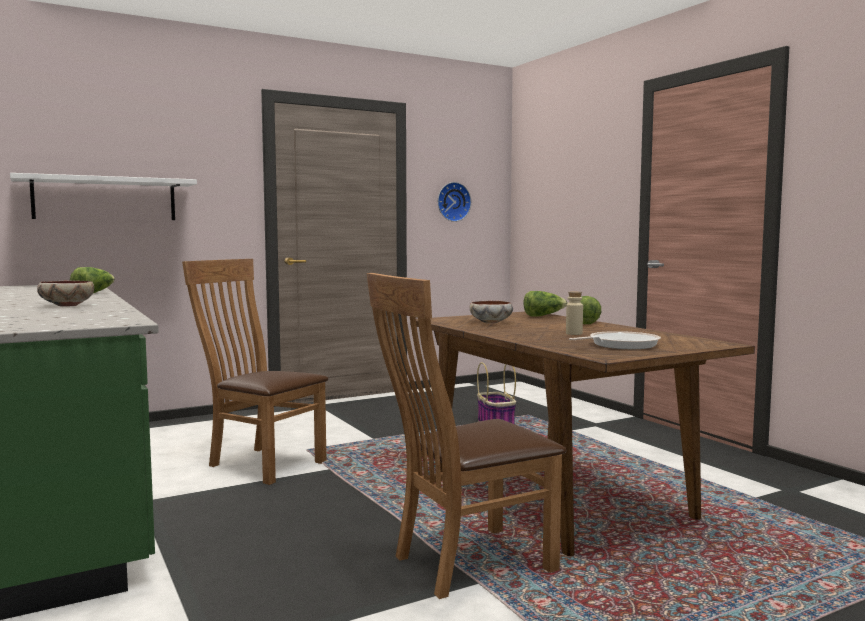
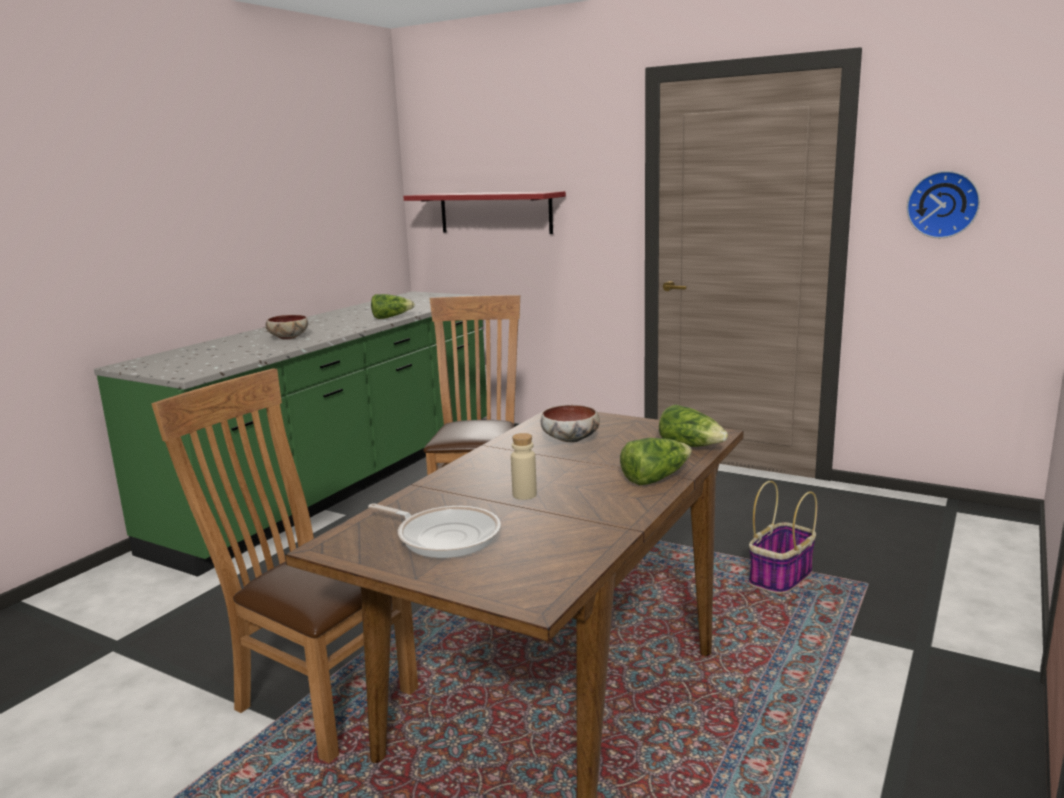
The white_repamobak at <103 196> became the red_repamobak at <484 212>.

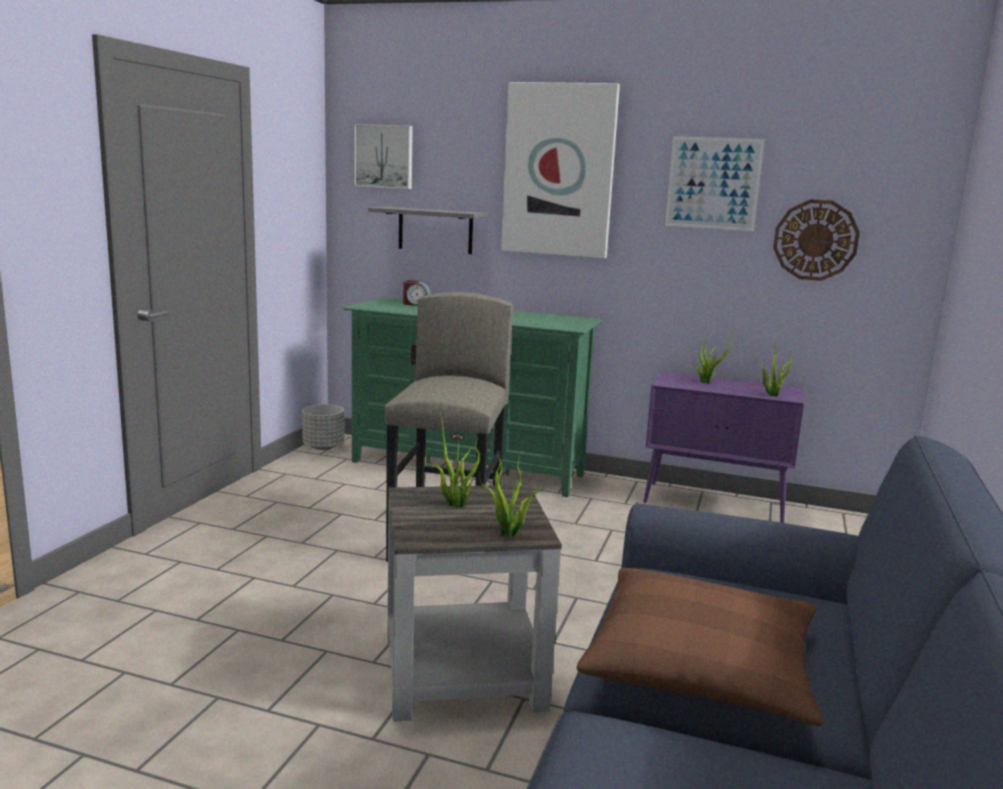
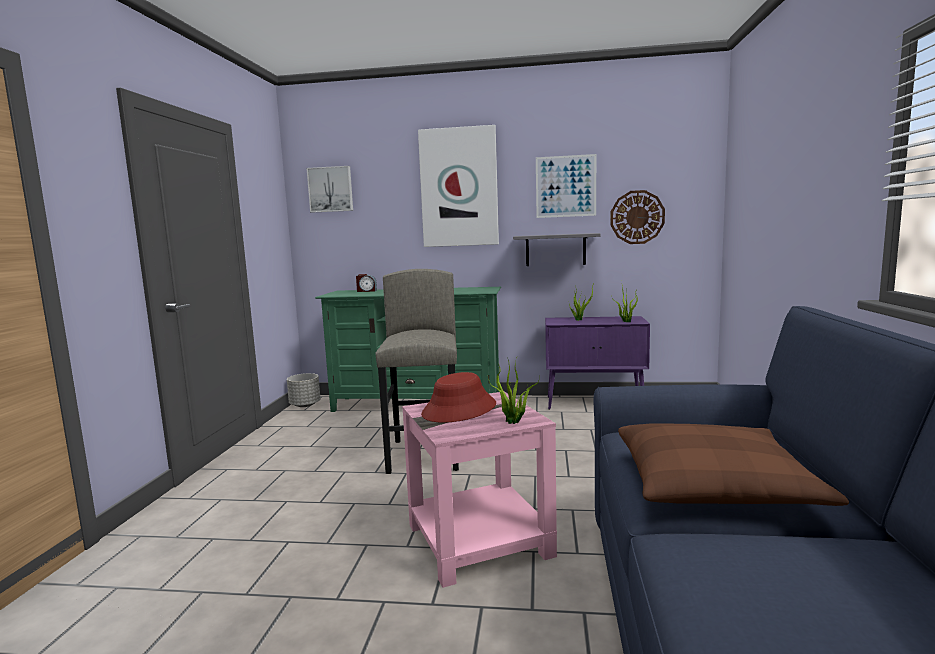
The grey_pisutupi at <474 603> became the pink_pisutupi at <479 490>.
The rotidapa at <453 459> was replaced by the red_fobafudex at <458 397>.
The grey_repamobak moved from <428 230> to <557 249>.

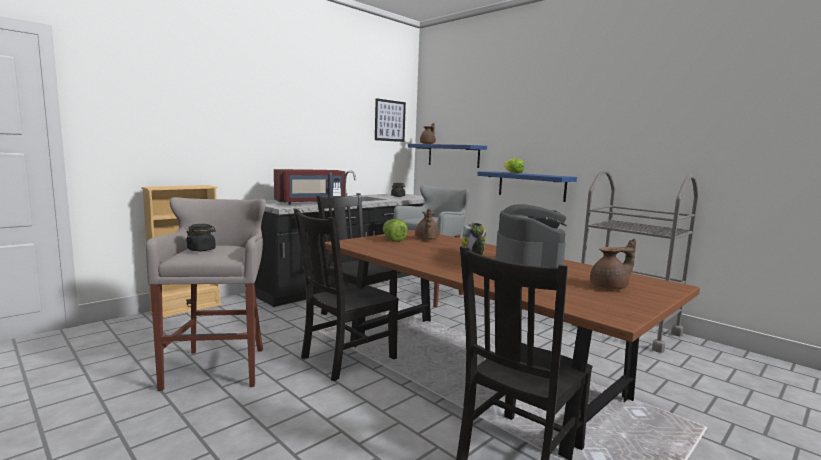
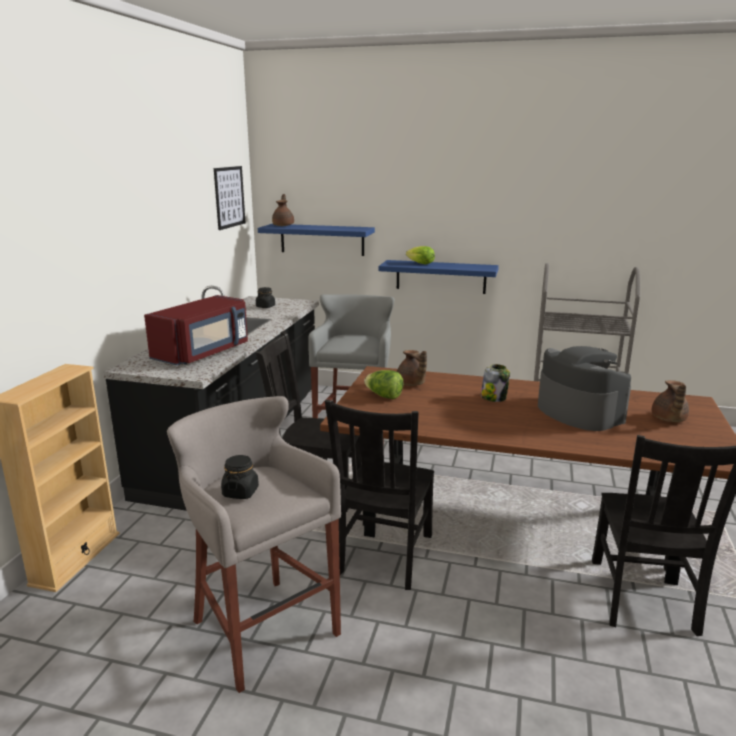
The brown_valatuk at <613 264> turned 150 degrees clockwise.

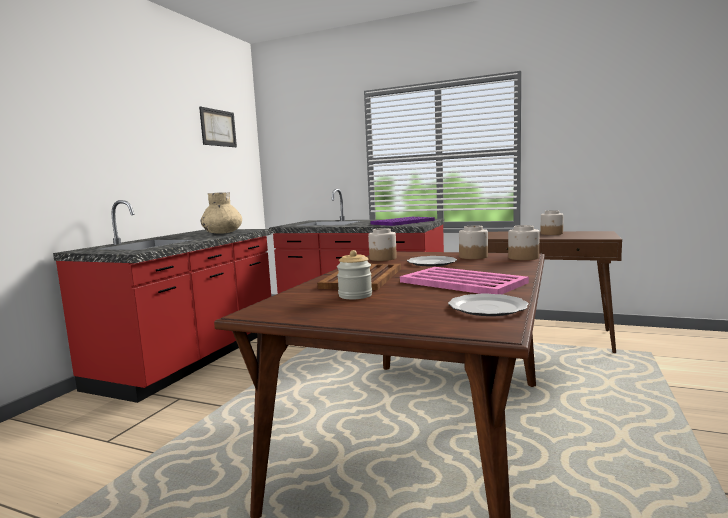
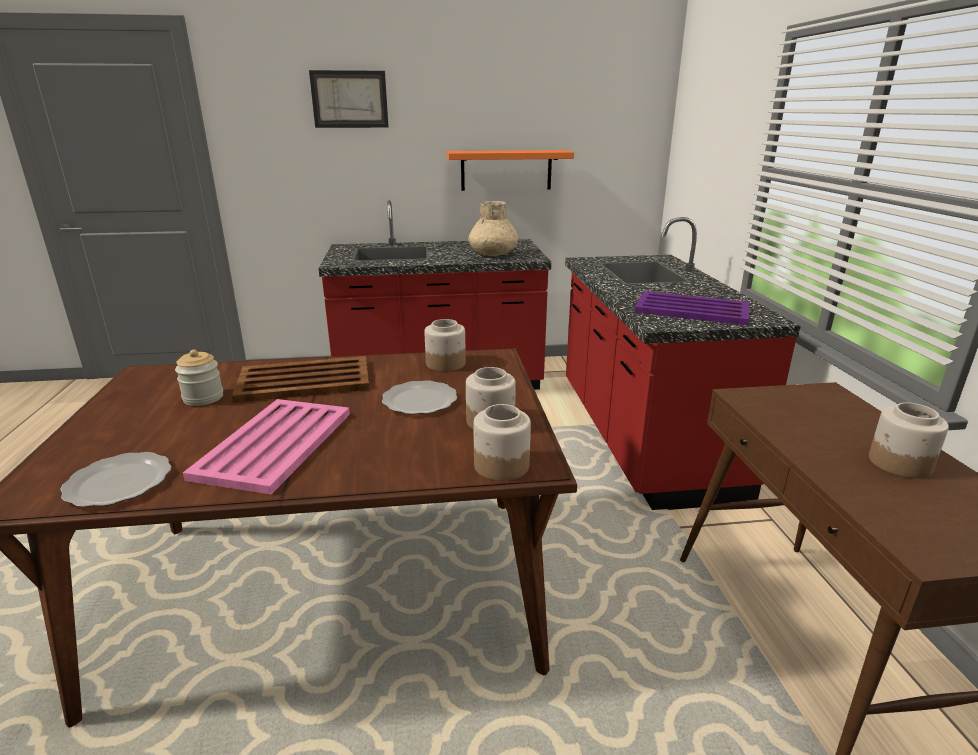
The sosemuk moved from <218 127> to <348 99>.
The orange_repamobak at <510 170> appeared.

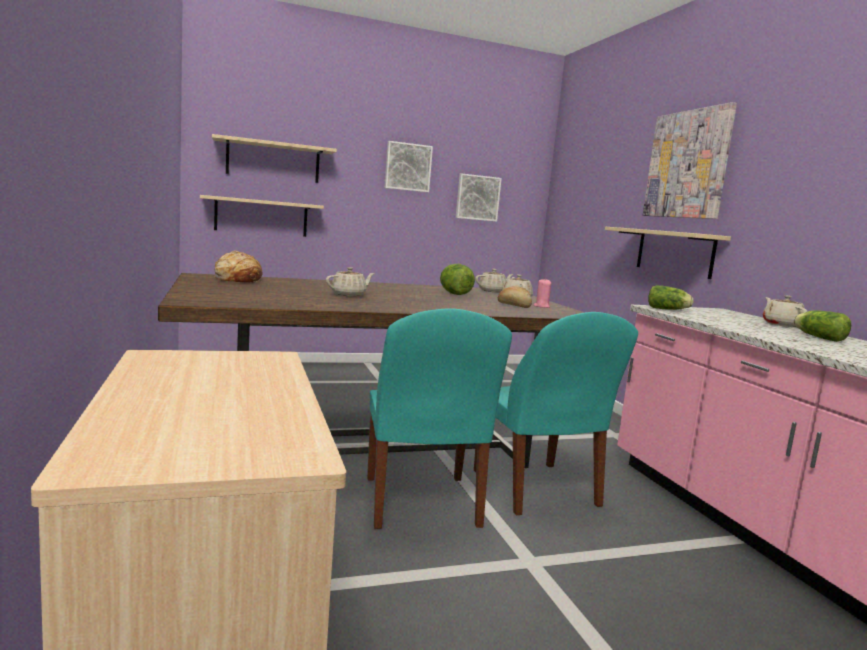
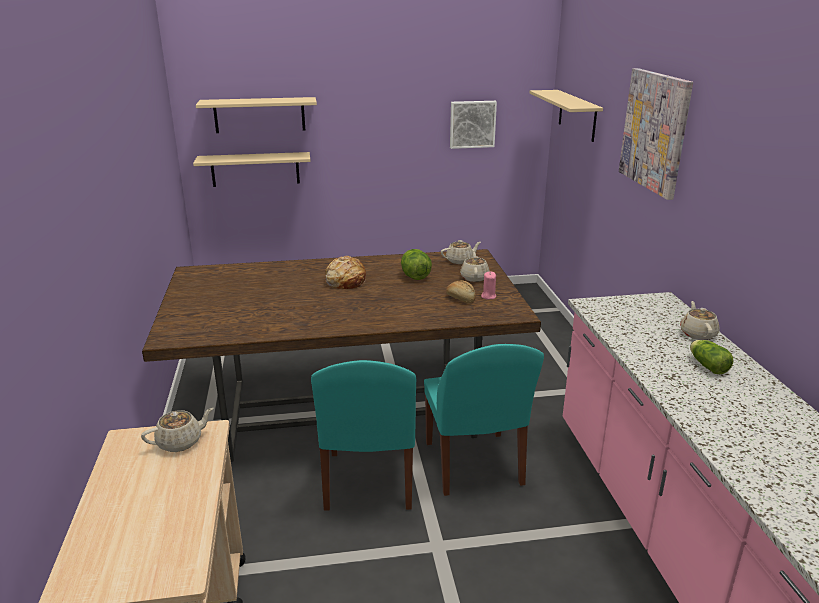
The beige_valatuk moved from <350 281> to <177 430>.
The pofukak moved from <238 267> to <345 272>.
The beige_repamobak moved from <668 253> to <566 116>.
The sosemuk at <409 166> disappeared.
The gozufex at <671 297> disappeared.

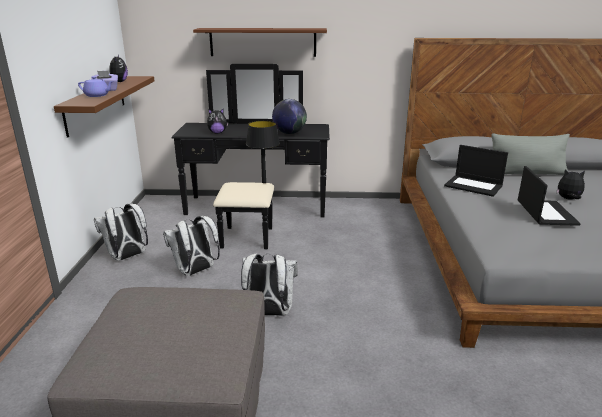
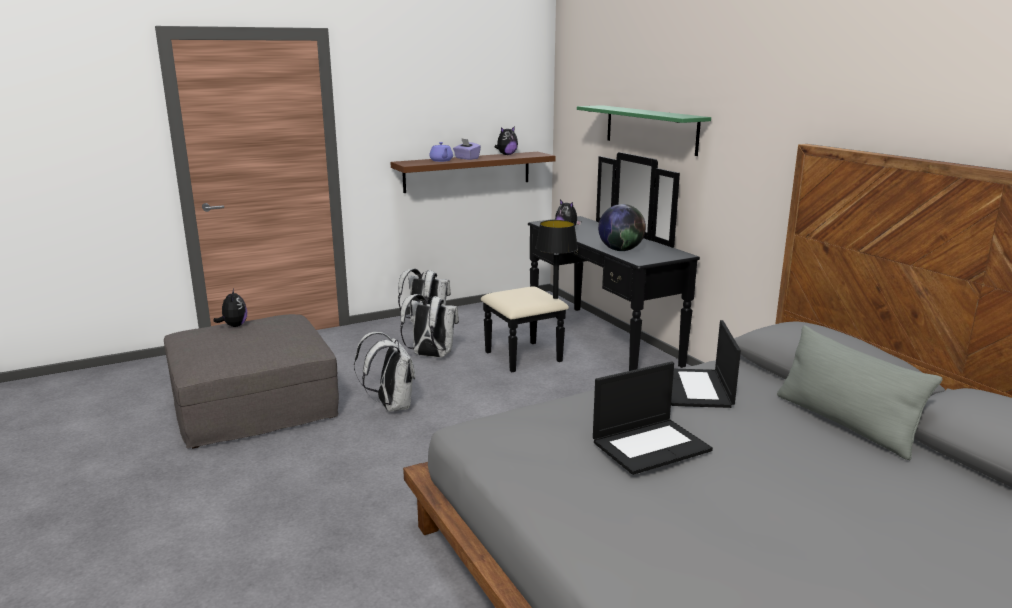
The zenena moved from <571 184> to <230 308>.
The brown_repamobak at <260 42> became the green_repamobak at <644 130>.

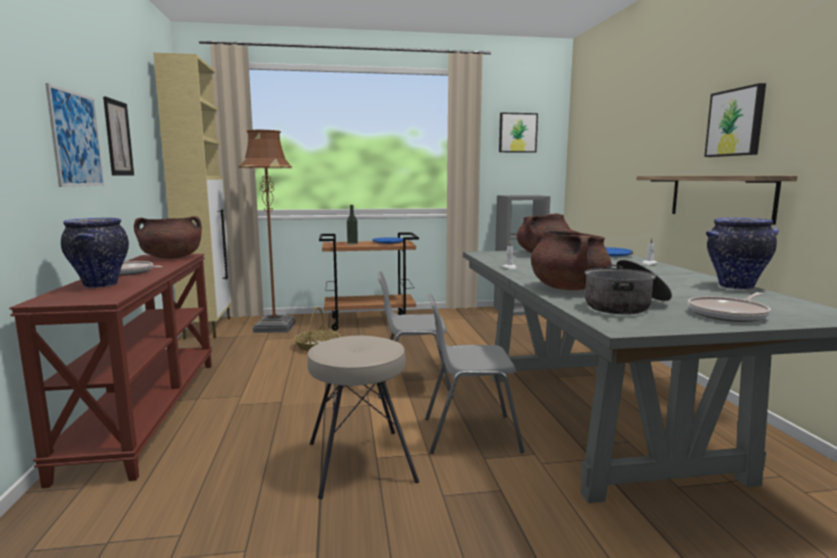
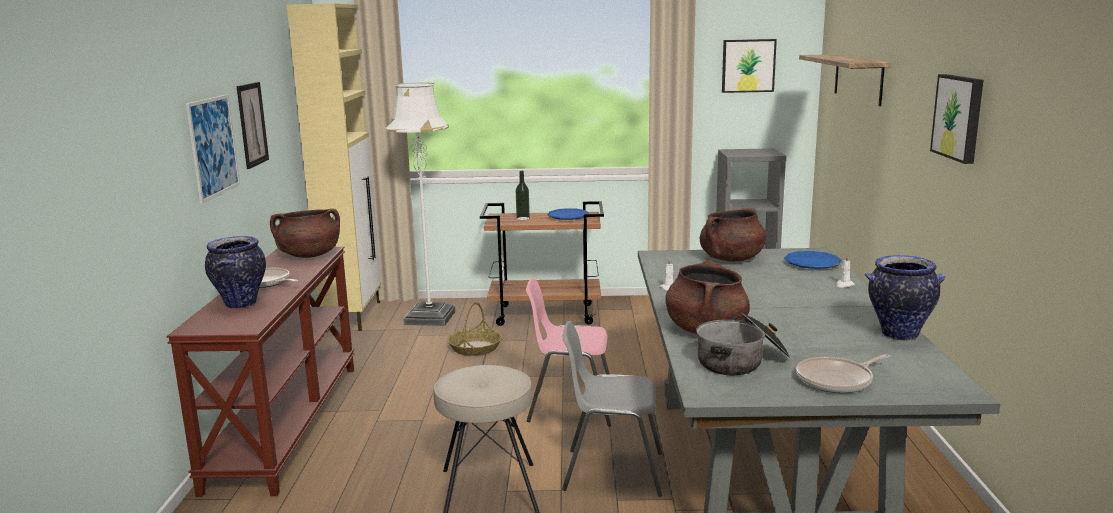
The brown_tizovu at <267 231> became the white_tizovu at <420 204>.
The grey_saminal at <415 334> became the pink_saminal at <568 352>.
The repamobak moved from <717 200> to <845 80>.

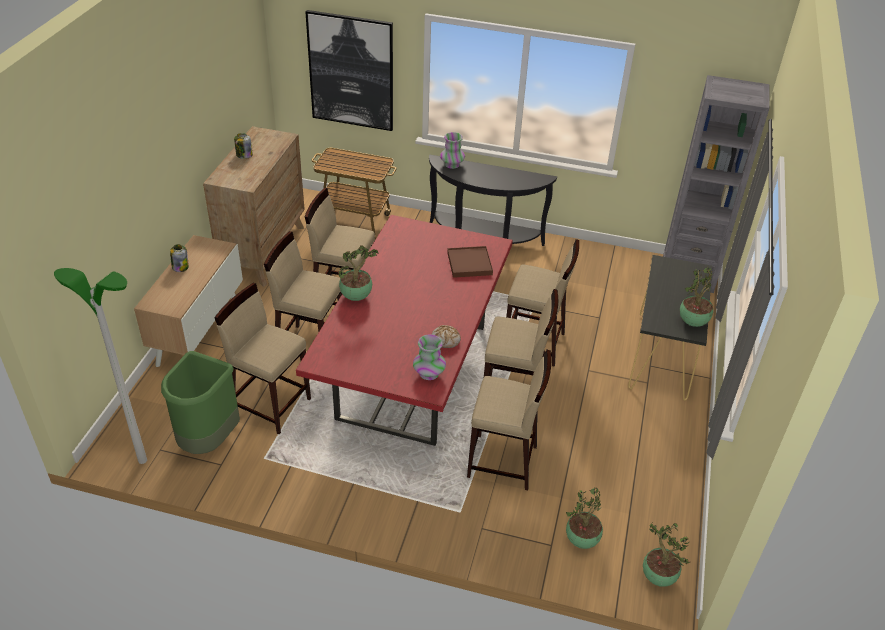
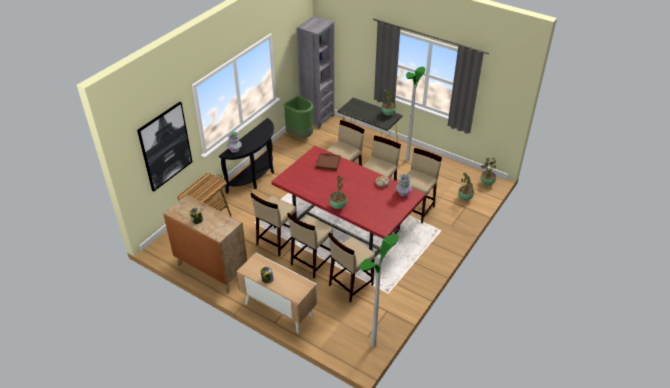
The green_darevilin moved from <200 402> to <298 116>.
The tizovu at <415 114> appeared.

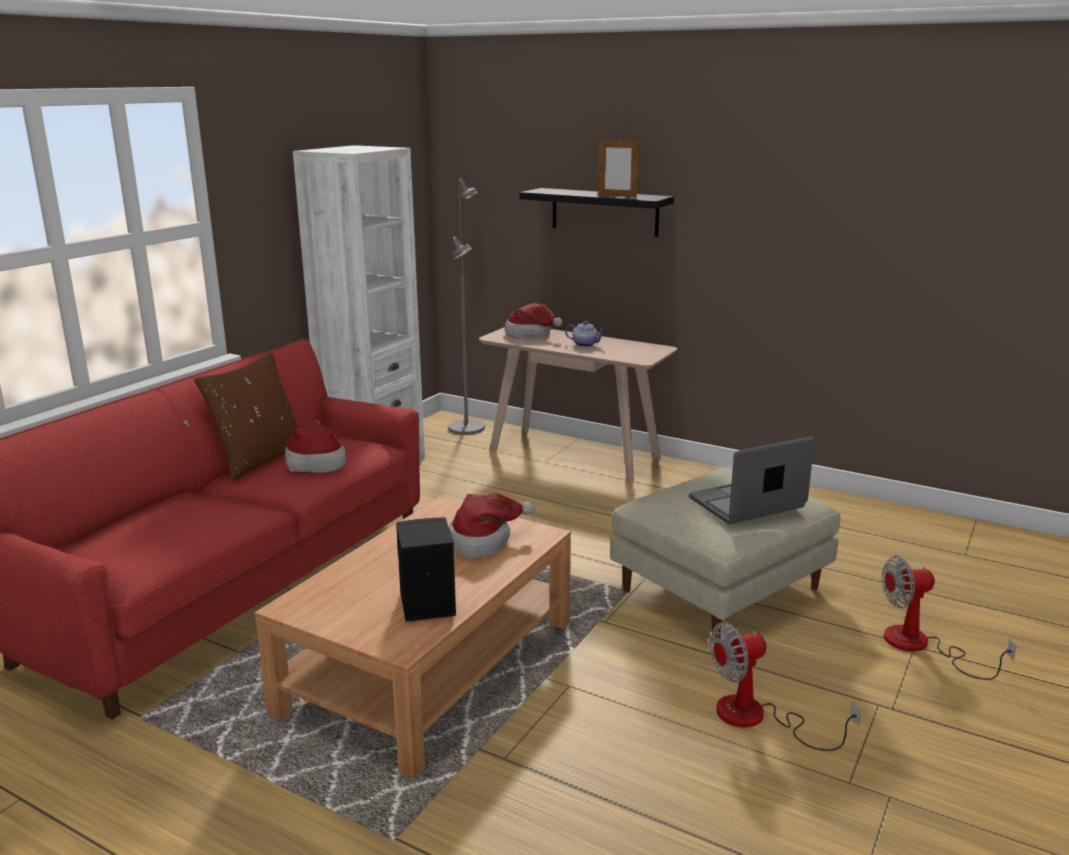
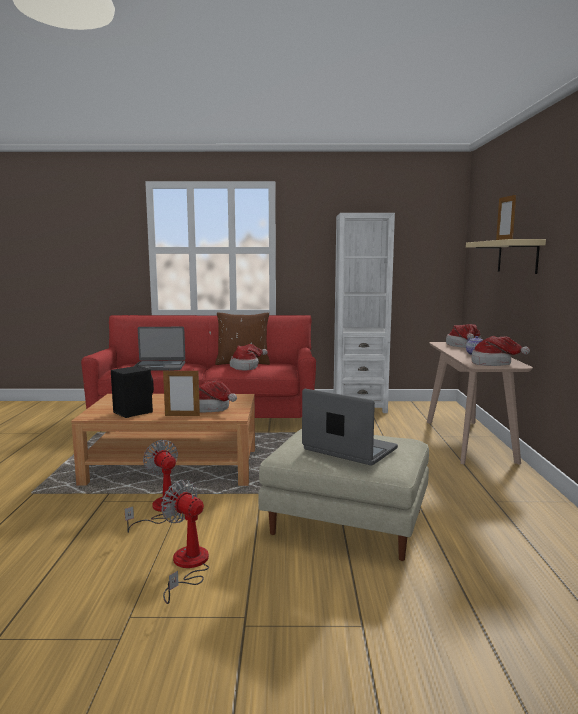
The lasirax moved from <949 617> to <151 486>.
The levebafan at <159 349> appeared.
The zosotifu at <181 392> appeared.
The black_repamobak at <597 212> became the beige_repamobak at <506 256>.
The fobafudex at <501 351> appeared.
The grey_tizovu at <466 306> disappeared.

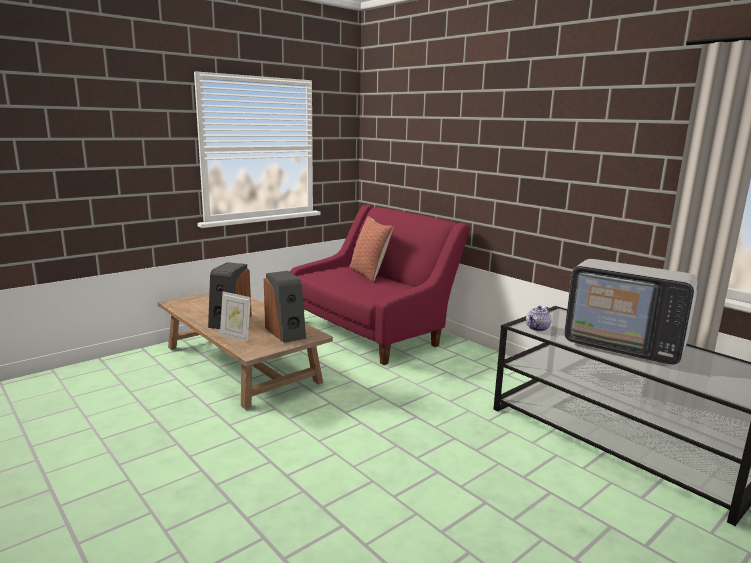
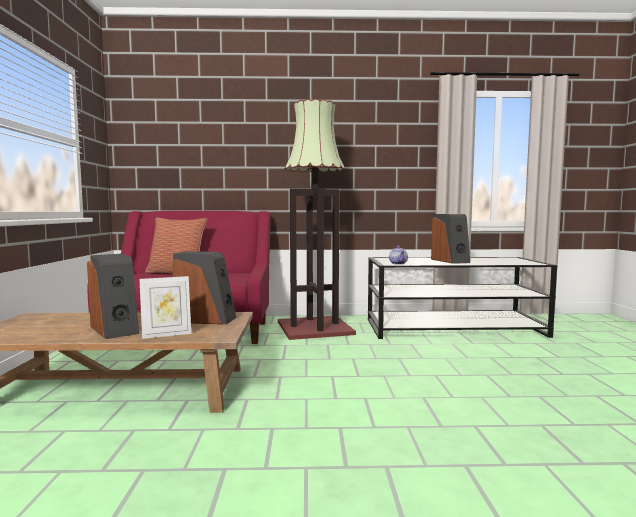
The tizovu at <317 219> appeared.
The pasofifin at <631 312> was replaced by the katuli at <450 239>.

